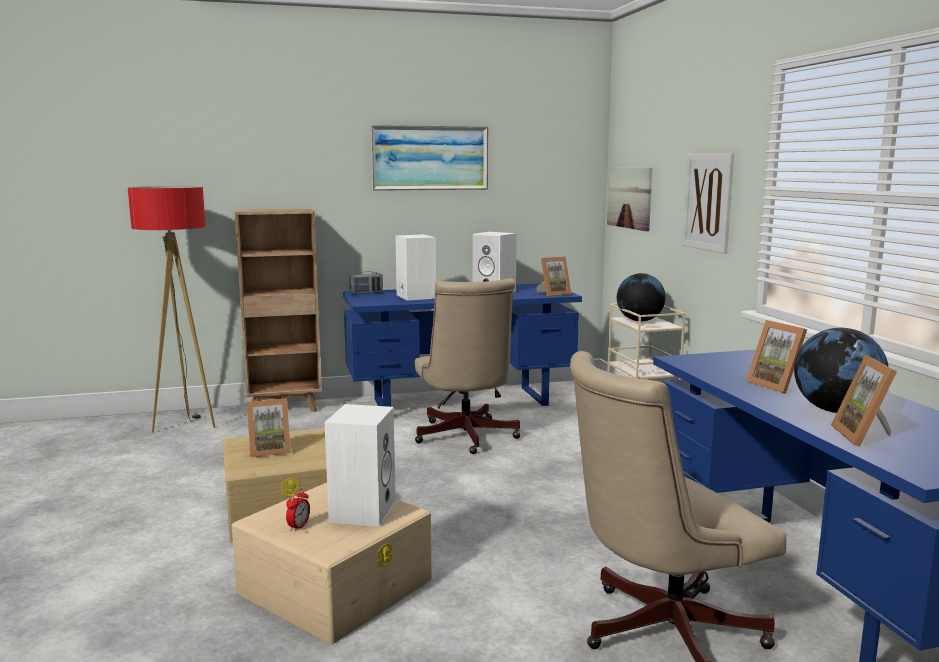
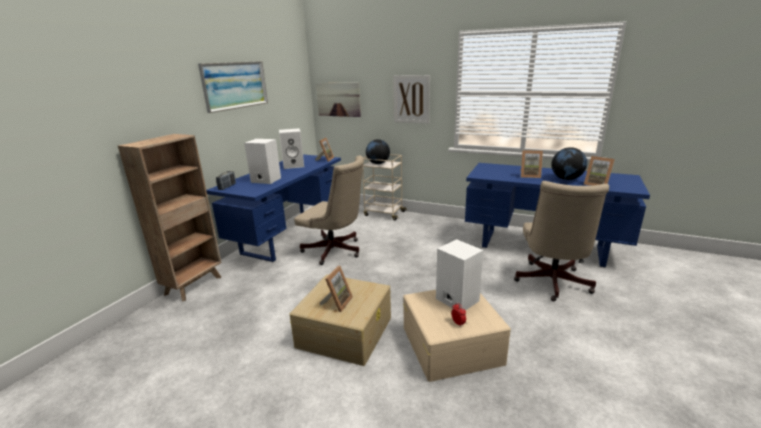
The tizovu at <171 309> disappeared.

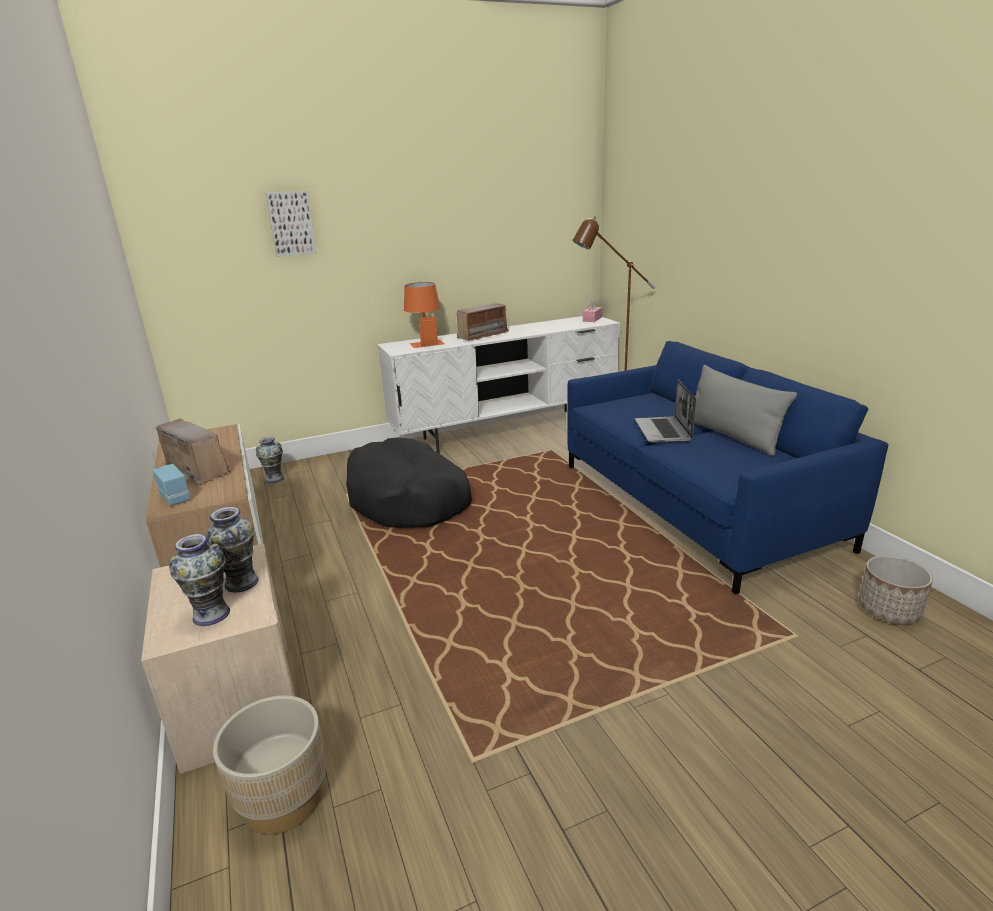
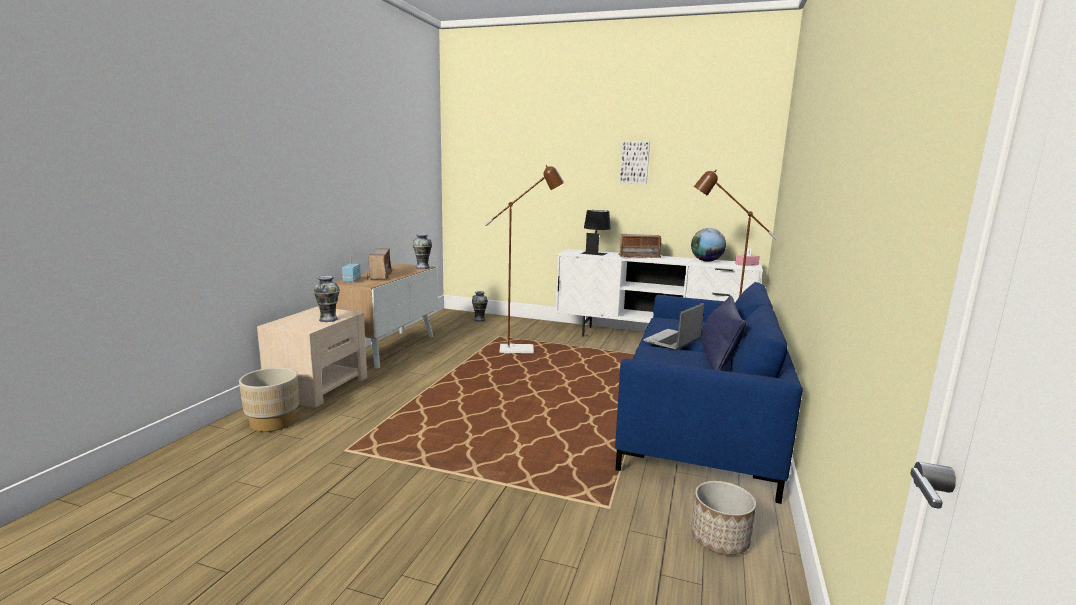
The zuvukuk moved from <199 580> to <422 251>.
The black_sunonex at <409 482> was replaced by the brown_tizovu at <524 259>.
The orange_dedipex at <424 315> became the black_dedipex at <596 233>.
The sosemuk moved from <291 224> to <635 162>.
The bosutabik at <708 245> appeared.
The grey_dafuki at <745 410> became the blue_dafuki at <723 333>.

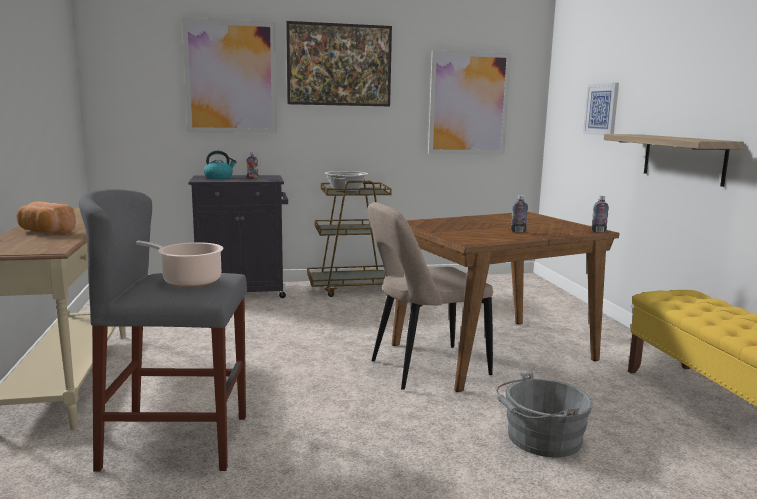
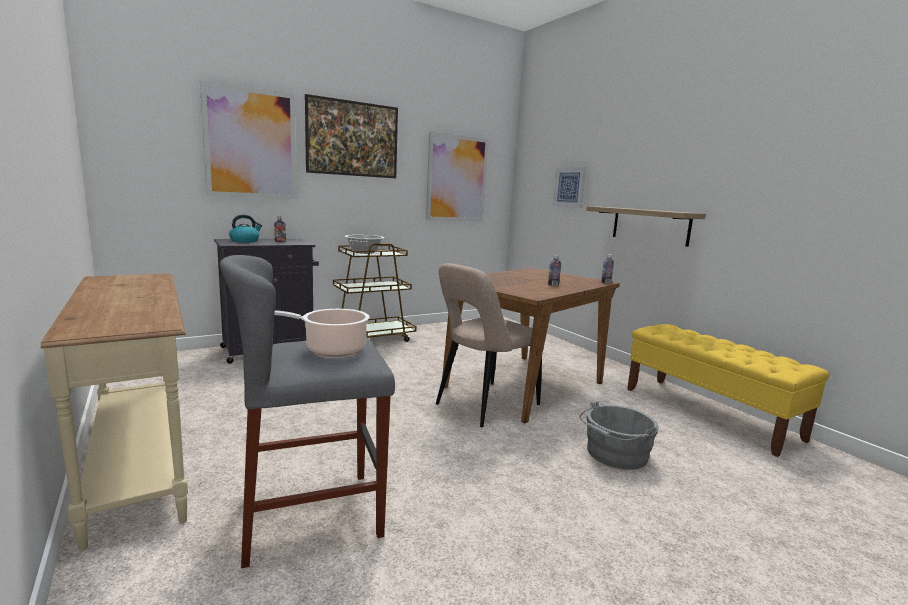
The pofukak at <46 217> disappeared.

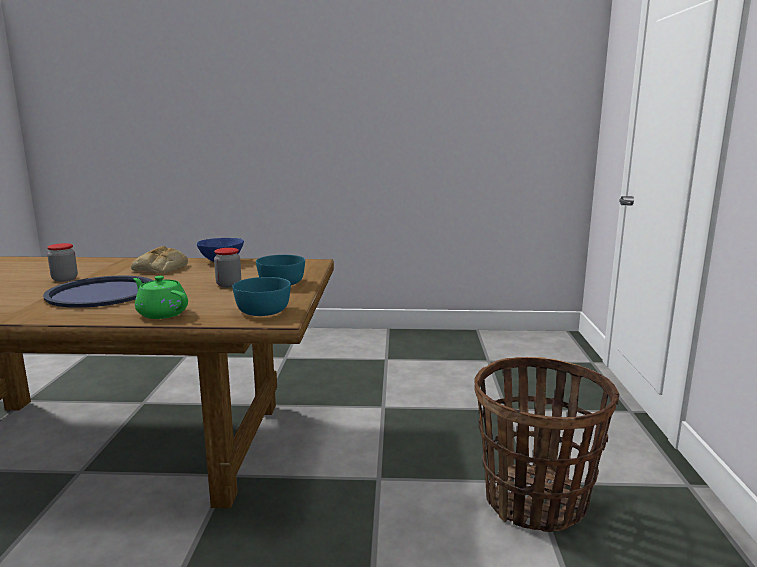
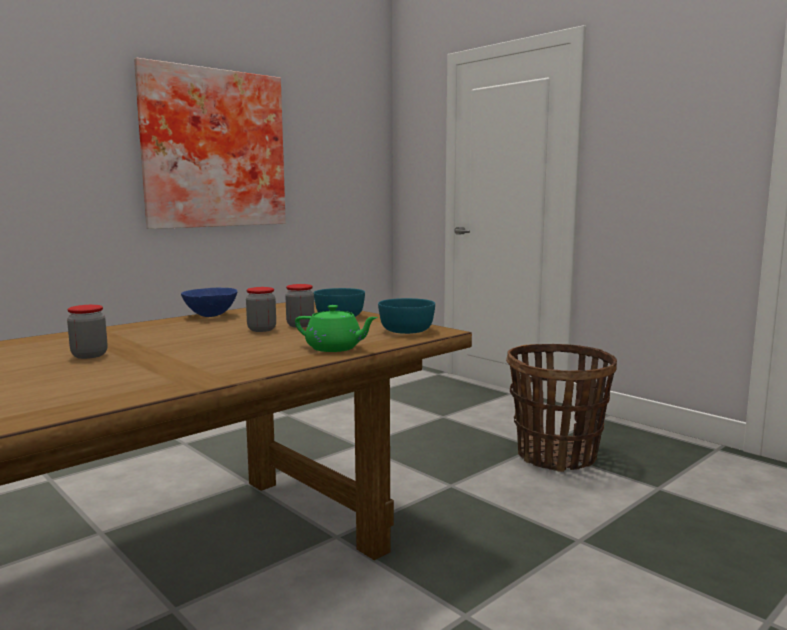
The sosemuk at <210 143> appeared.
The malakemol at <261 309> appeared.
The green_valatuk at <160 297> turned 150 degrees counterclockwise.
The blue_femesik at <98 292> disappeared.
The pofukak at <159 259> disappeared.

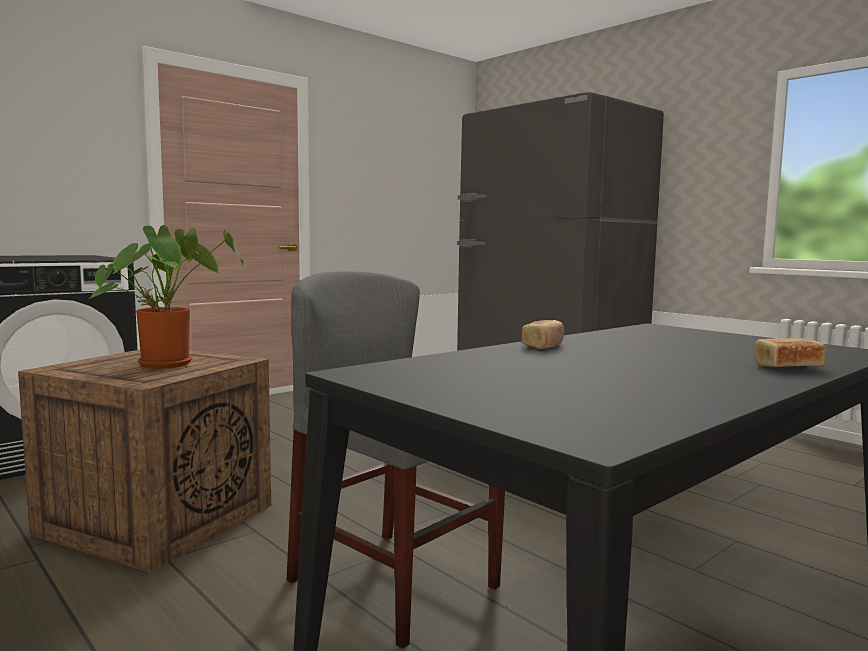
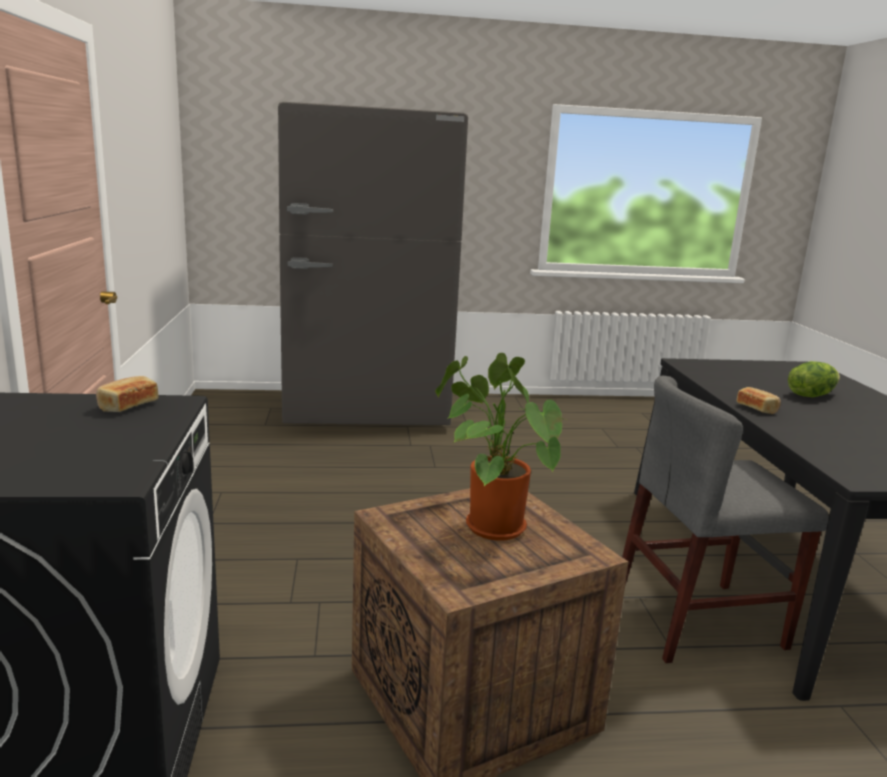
The pofukak moved from <790 352> to <127 394>.
The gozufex at <814 379> appeared.

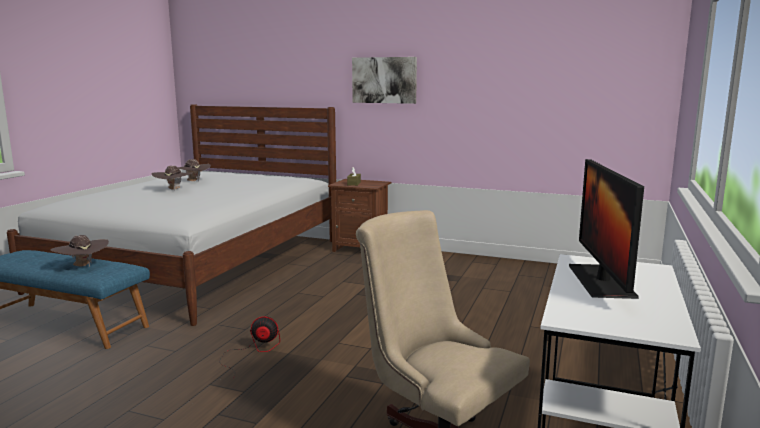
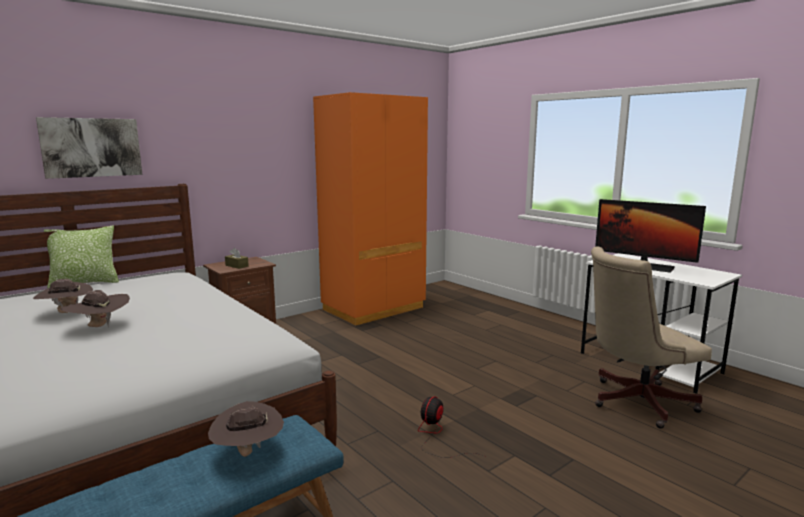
The sosemuk moved from <384 80> to <89 148>.
The dafuki at <81 257> appeared.
The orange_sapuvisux at <370 209> appeared.

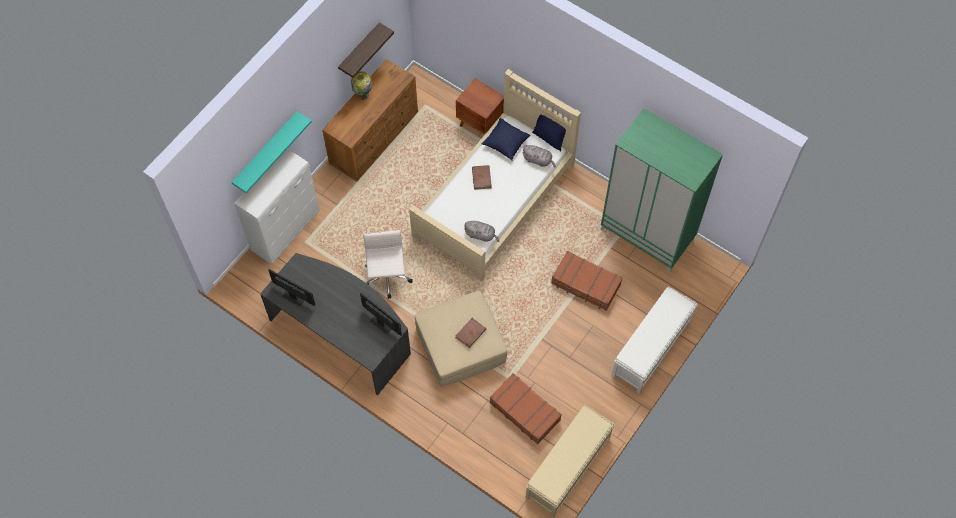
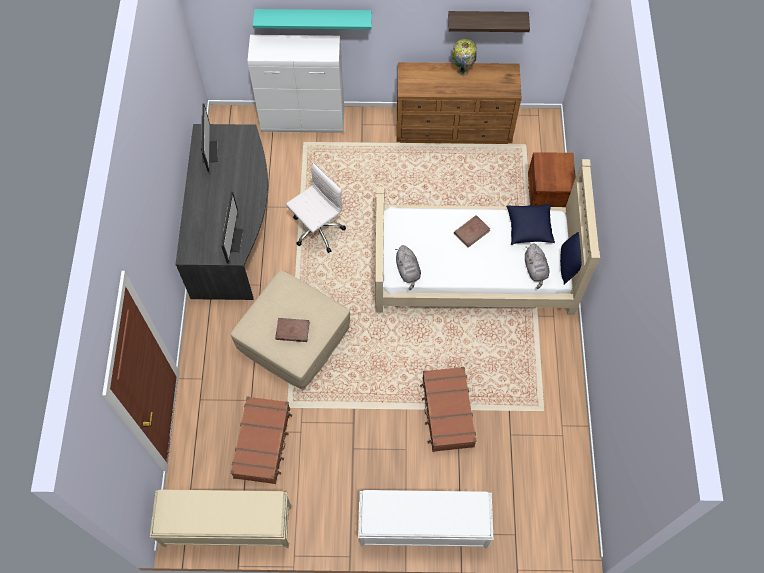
The green_sapuvisux at <662 190> disappeared.

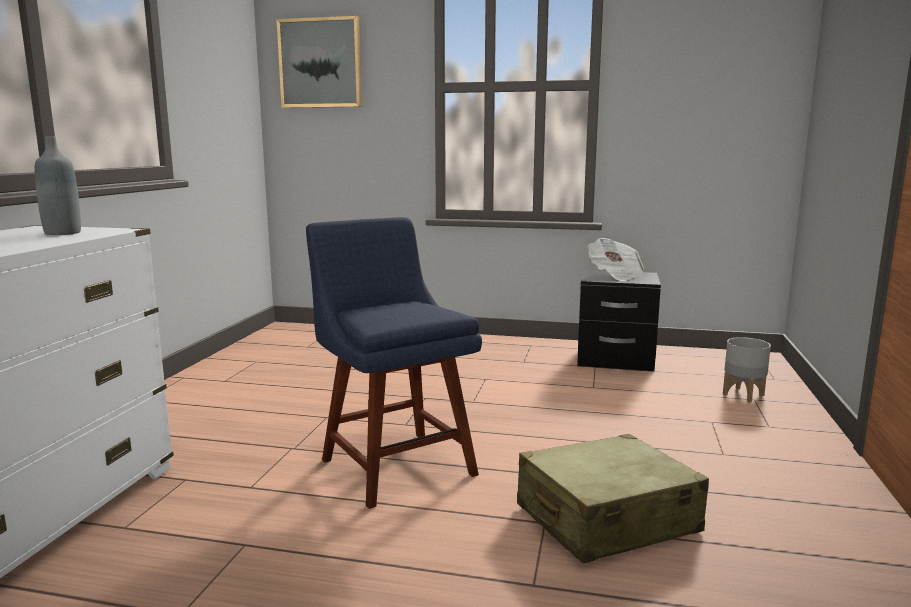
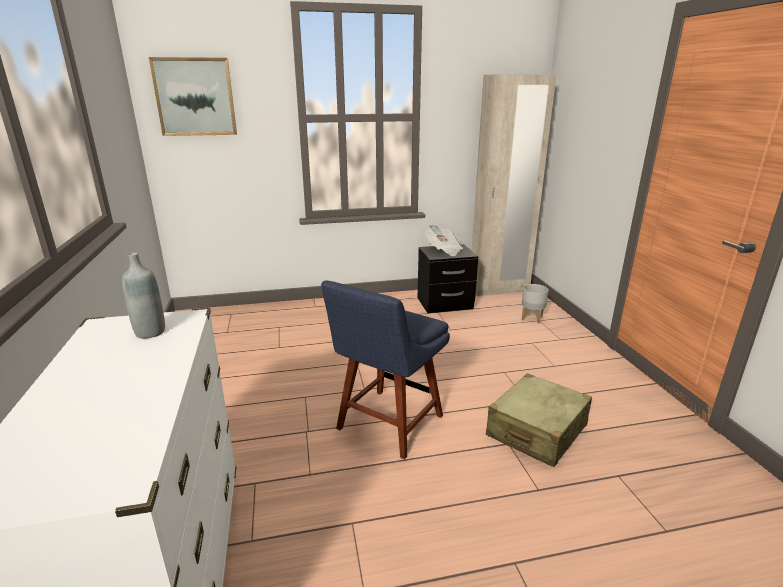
The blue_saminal at <394 363> turned 90 degrees counterclockwise.
The beige_sapuvisux at <514 185> appeared.

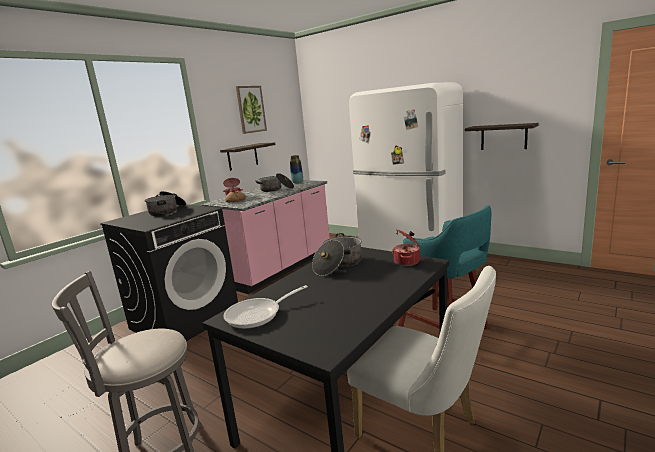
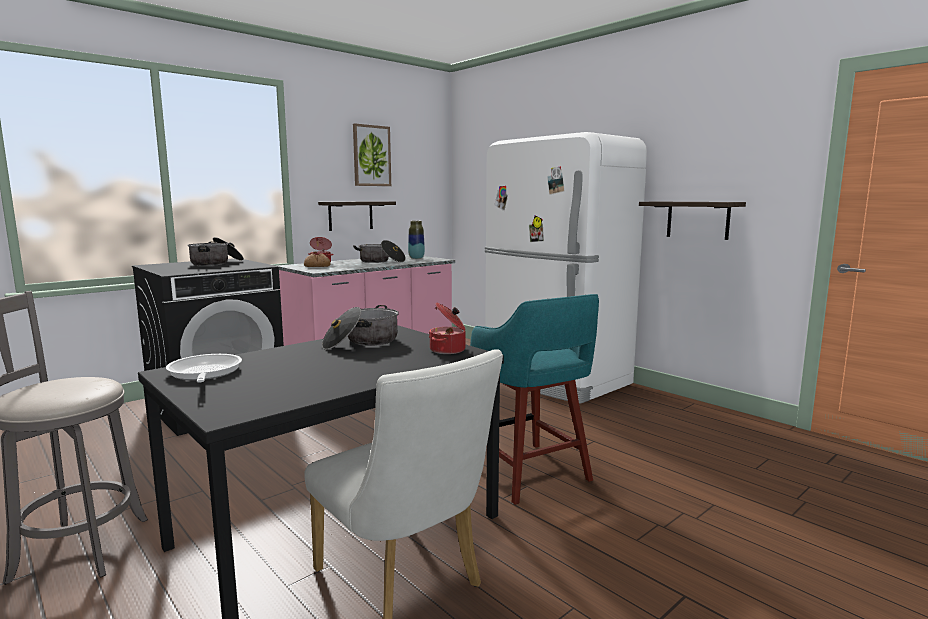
The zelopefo at <265 307> turned 90 degrees clockwise.

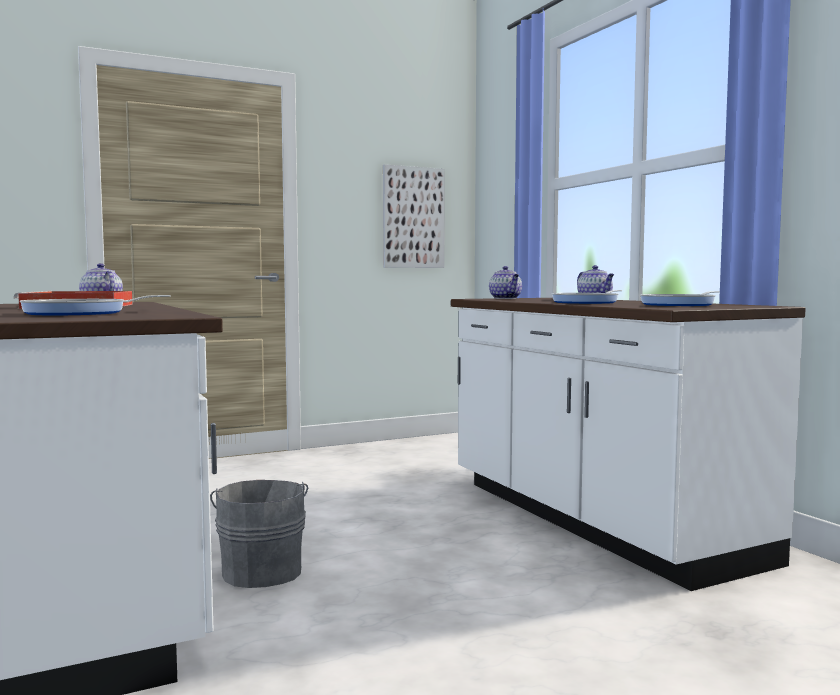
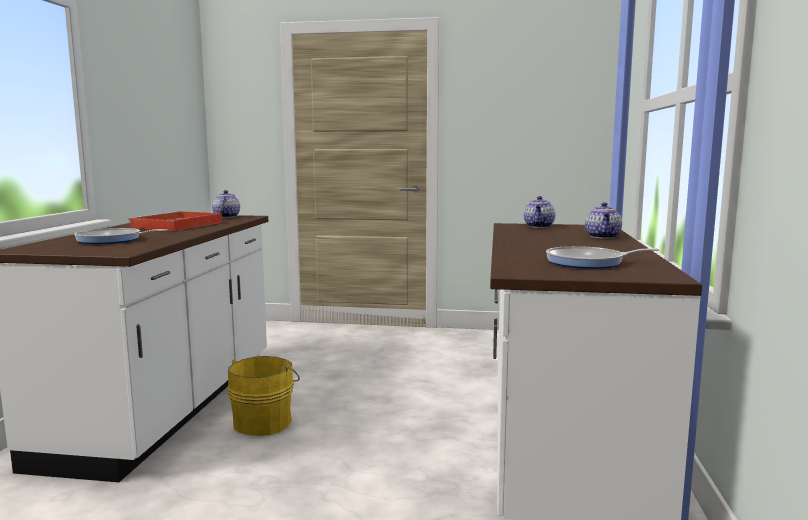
The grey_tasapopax at <259 534> became the yellow_tasapopax at <263 396>.
The sosemuk at <414 216> disappeared.
The zelopefo at <587 297> disappeared.

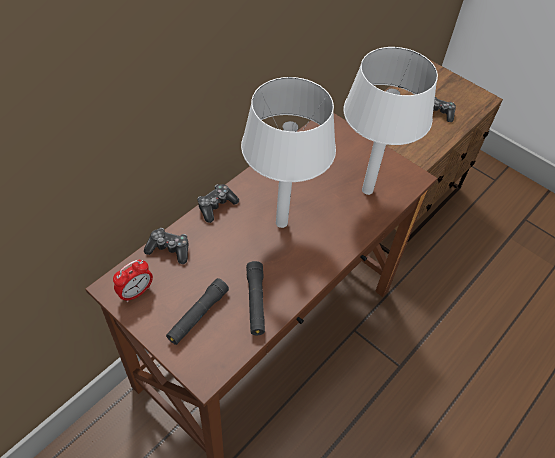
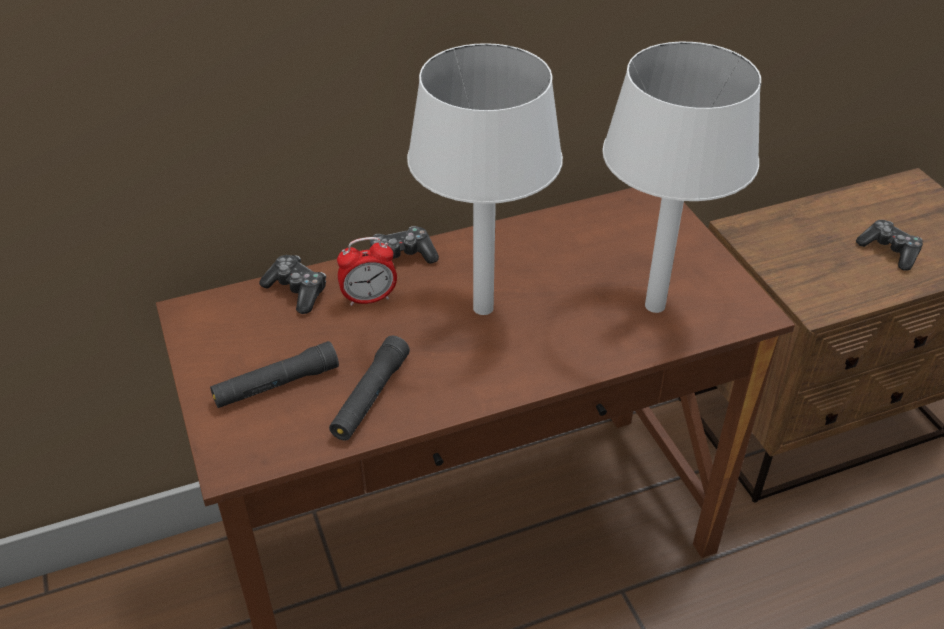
The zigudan moved from <133 281> to <367 271>.

